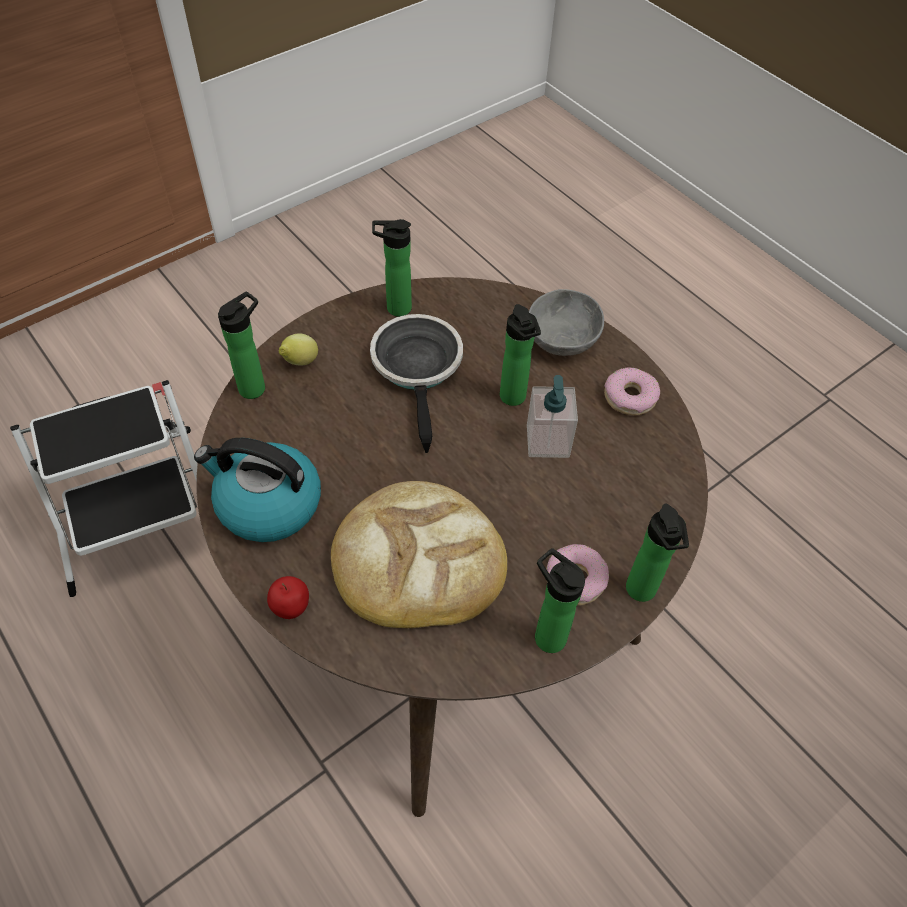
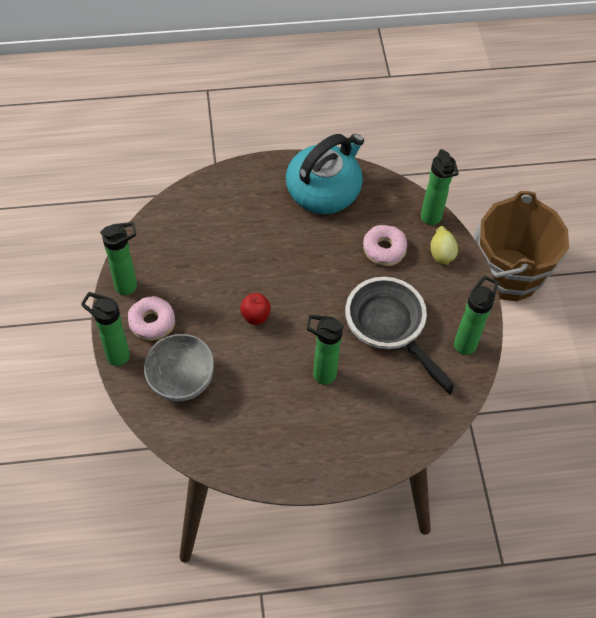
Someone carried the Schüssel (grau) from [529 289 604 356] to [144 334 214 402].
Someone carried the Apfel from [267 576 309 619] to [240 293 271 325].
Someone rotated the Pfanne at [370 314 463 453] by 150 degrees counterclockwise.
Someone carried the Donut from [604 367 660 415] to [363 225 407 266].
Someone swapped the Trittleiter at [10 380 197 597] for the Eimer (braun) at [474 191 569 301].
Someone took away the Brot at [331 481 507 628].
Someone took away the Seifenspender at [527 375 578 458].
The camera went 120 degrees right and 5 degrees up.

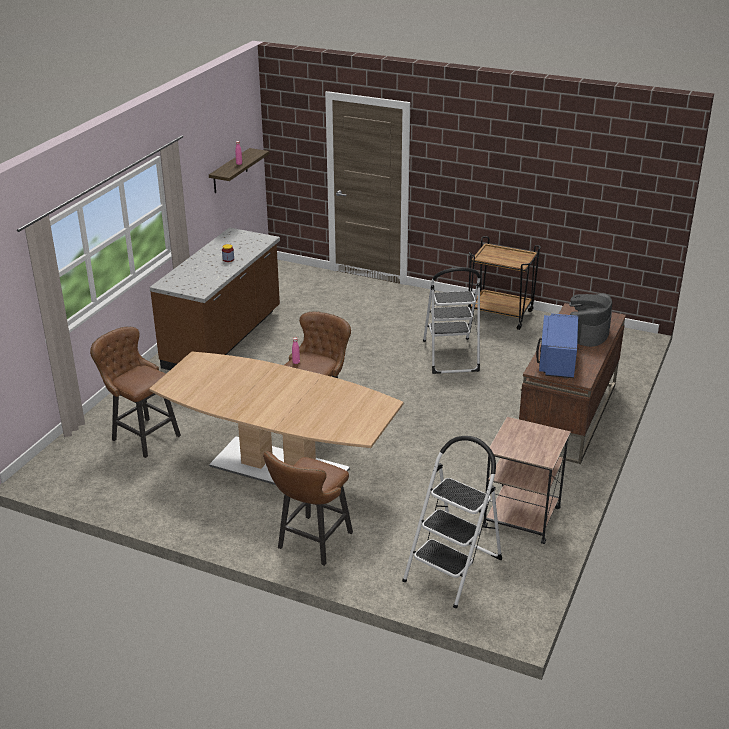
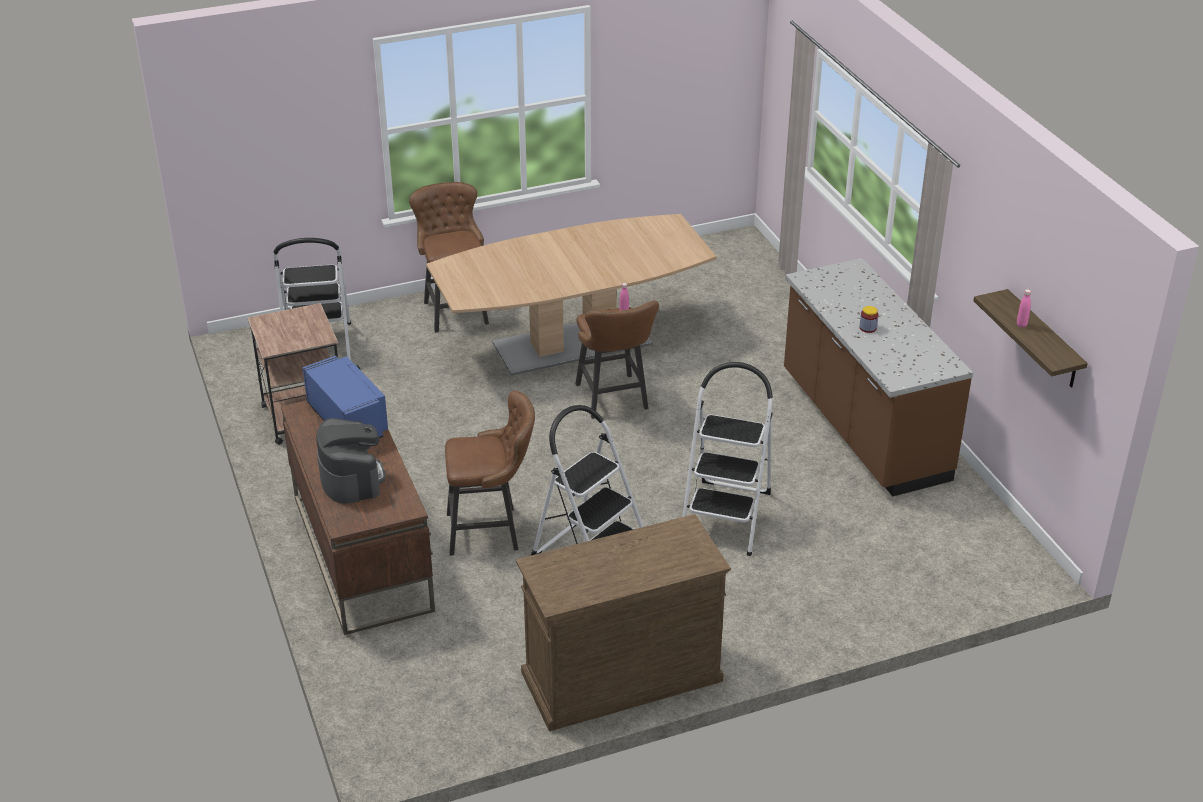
Someone carried the Hocker (braun) from [90 327 181 458] to [445 390 535 556].
Someone swapped the Rollwagen (braun) at [468 236 541 330] for the Kommode (braun) at [516 514 731 731].
Someone put down the Trittleiter at [682 362 773 556].
The camera went 135 degrees right and 5 degrees up.

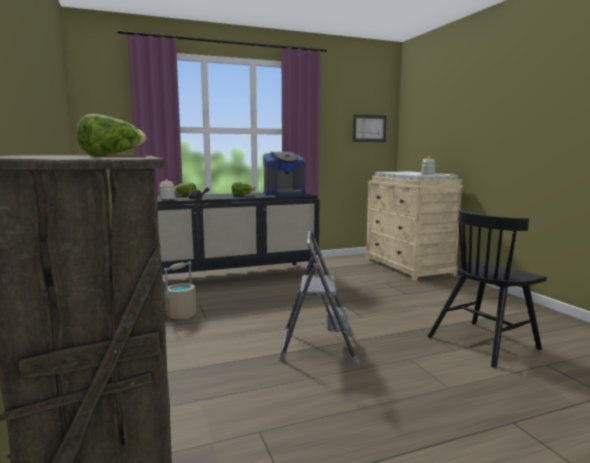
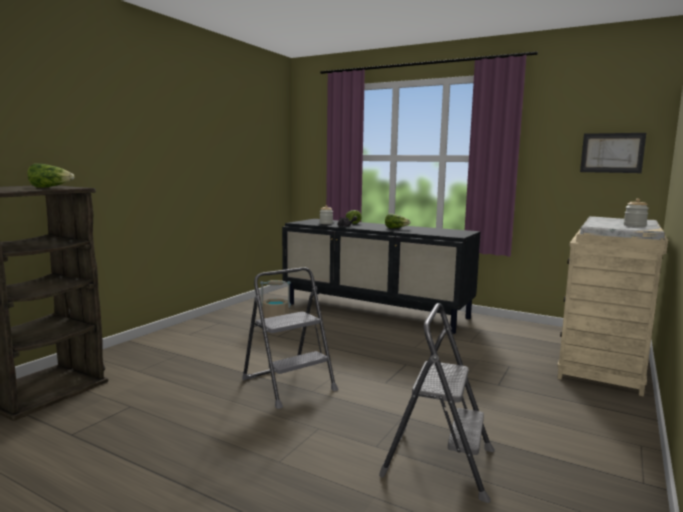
Someone swapped the Stuhl (schwarz) at [427 209 547 368] for the Trittleiter (grau) at [379 303 495 503].
Someone took away the Kaffeemaschine at [263 152 306 196].
The camera went 50 degrees right and 0 degrees up.

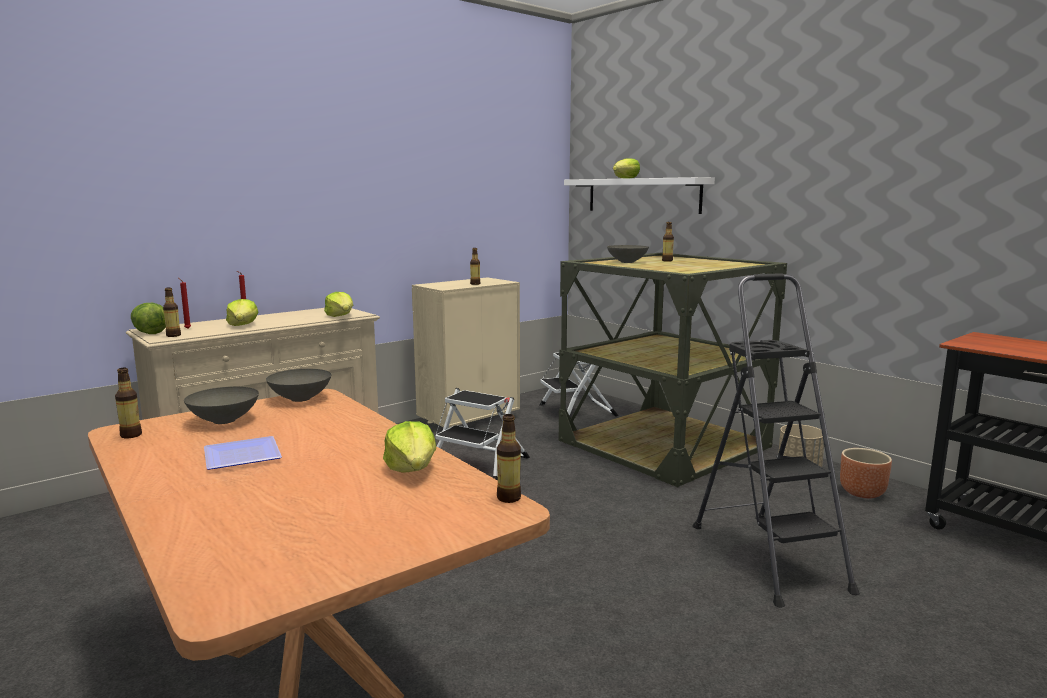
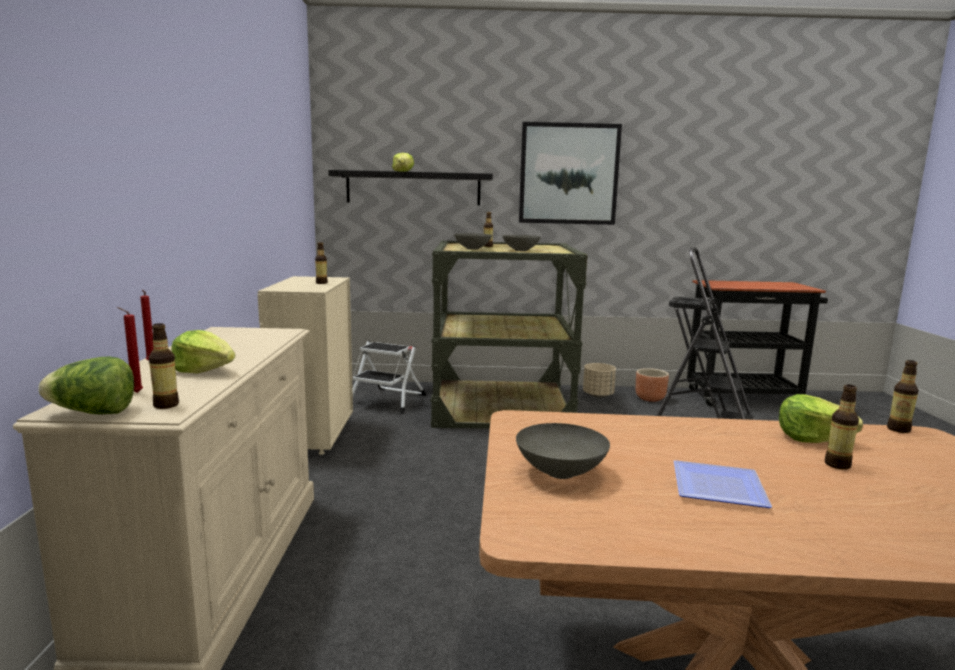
Someone repainted the Wandregal (weiß) at [564 177 715 214], which became the Wandregal (schwarz) at [328 170 493 206].
Someone carried the Schüssel (grau) from [266 369 331 402] to [503 235 541 251].
Someone put up the Bild at [519 122 622 225].
Someone carried the Flasche from [115 368 142 438] to [825 385 859 470].
Someone took away the Salatkopf at [324 292 353 317].
Someone took away the Trittleiter at [436 388 530 480].
The camera went 50 degrees left and 0 degrees up.

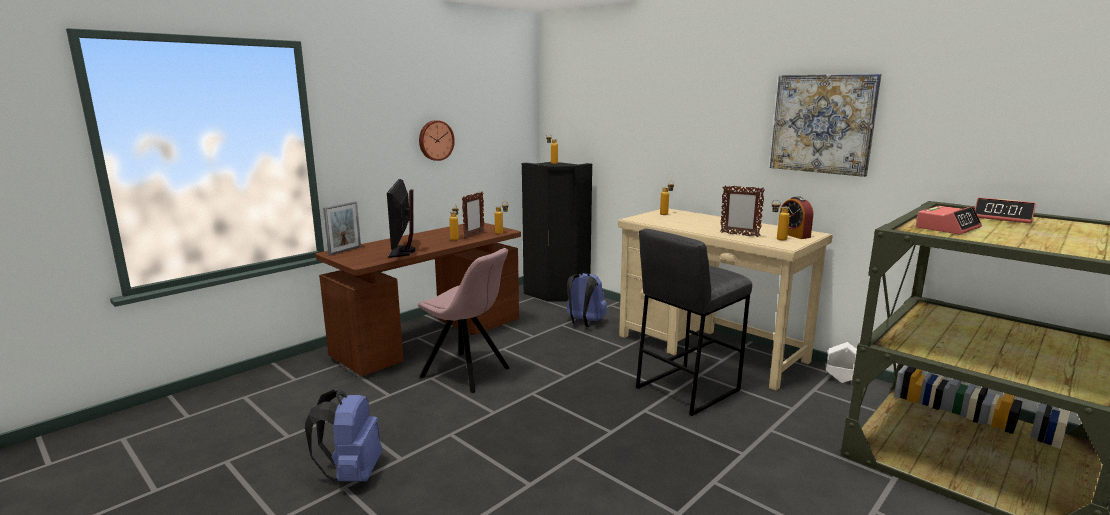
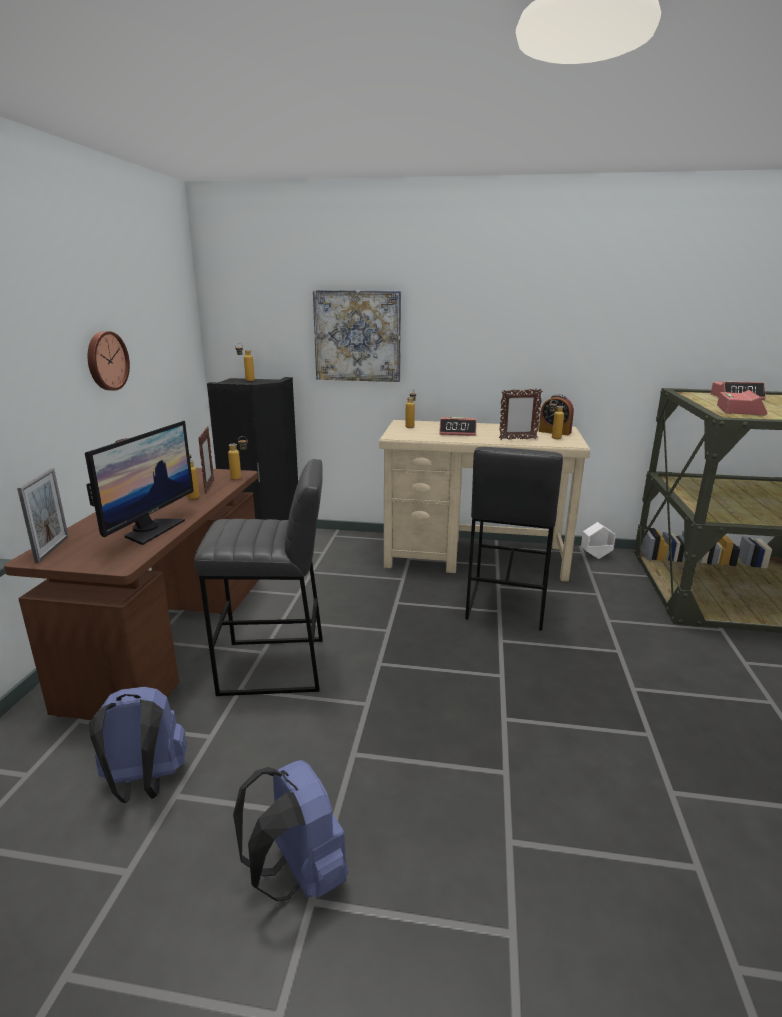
Someone rotated the Monitor at [387 179 415 258] by 120 degrees counterclockwise.
Someone carried the Rucksack (blau) from [567 271 607 327] to [89 687 187 803].
Someone swapped the Stuhl (rosa) at [418 248 510 393] for the Hocker (grau) at [195 459 323 696].
Someone carried the Bild from [770 73 882 177] to [313 290 401 382].
Someone put down the Wecker at [439 417 477 436].
The camera went 35 degrees left and 5 degrees up.

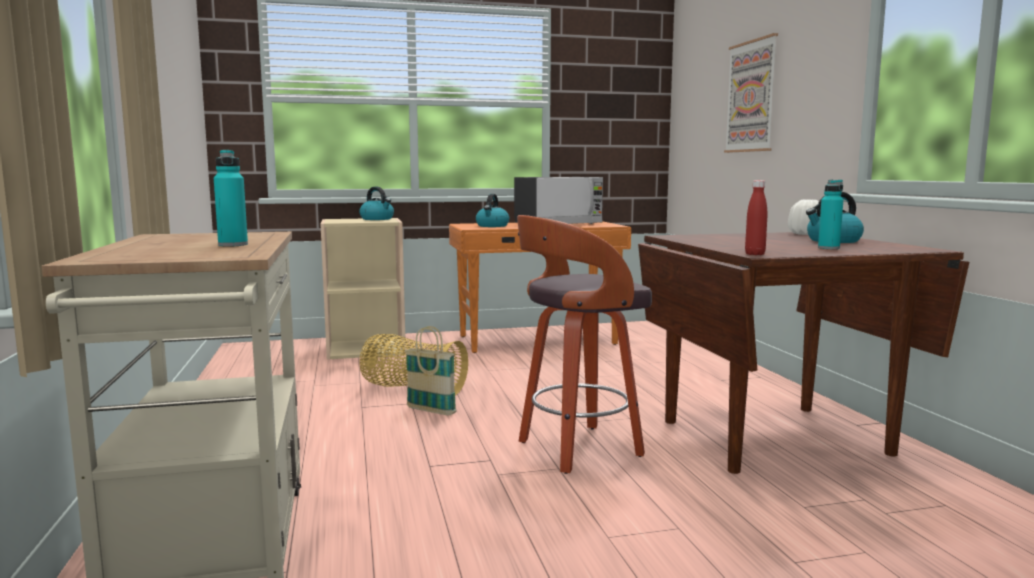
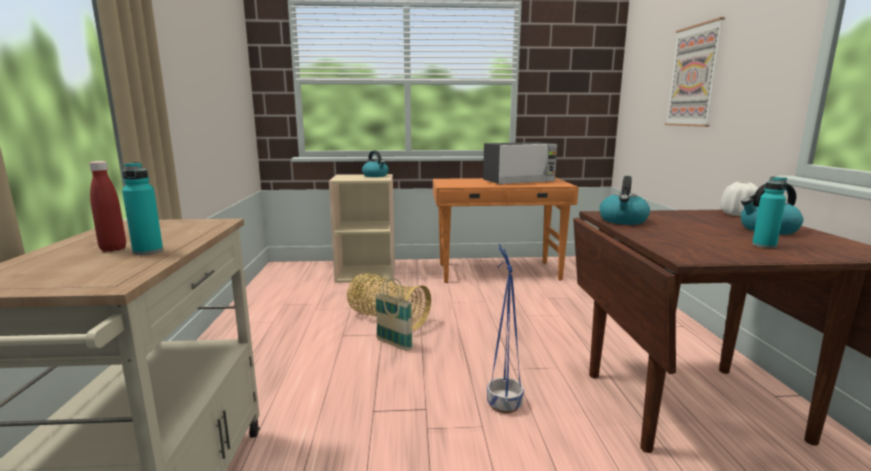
Someone carried the Flasche (rot) from [745 180 767 255] to [89 161 126 252].
Someone swapped the Hocker at [517 215 652 474] for the Pflanzkübel (blau) at [487 244 524 413].
Someone carried the Wasserkessel from [476 194 509 227] to [599 176 650 225].
The camera went 10 degrees right and 5 degrees up.

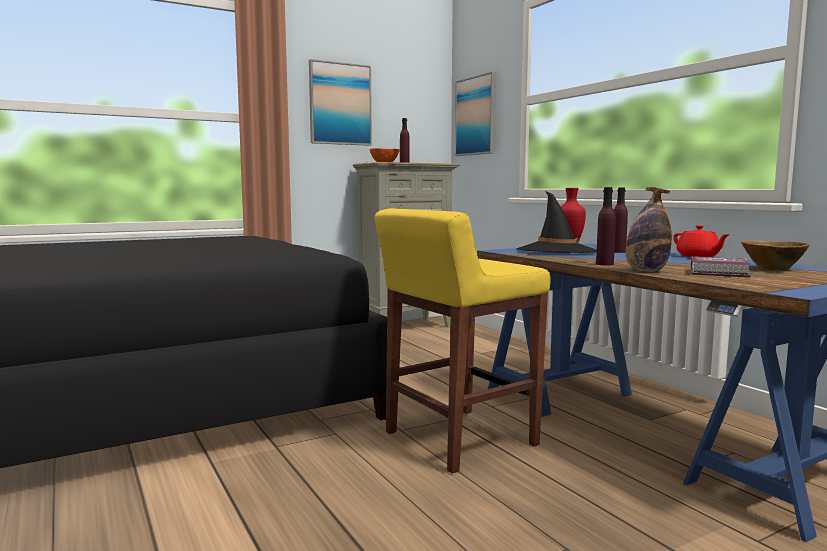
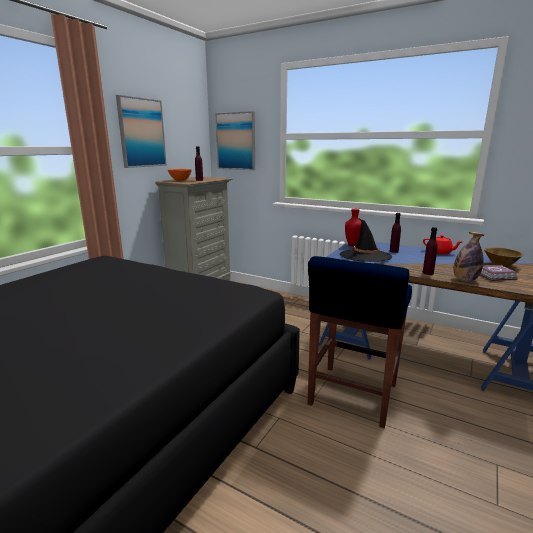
Someone repainted the Hocker (gelb) at [374 208 550 473], which became the Hocker (blau) at [308 256 412 428].
The camera went 30 degrees left and 10 degrees up.

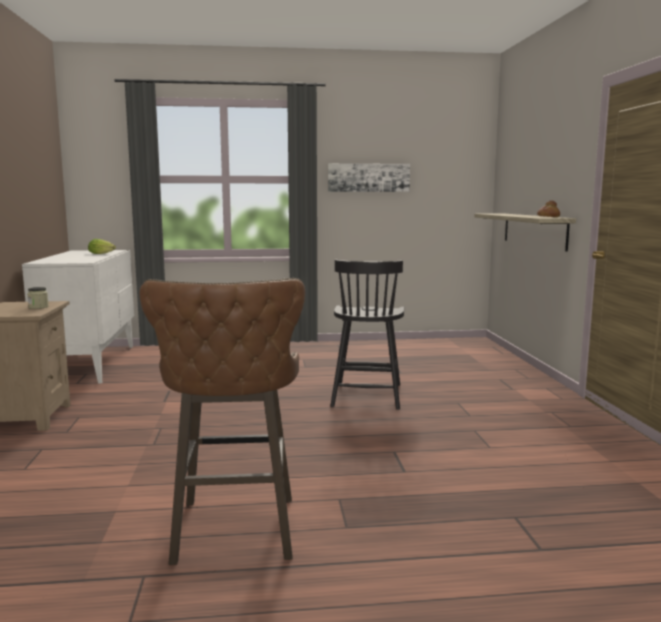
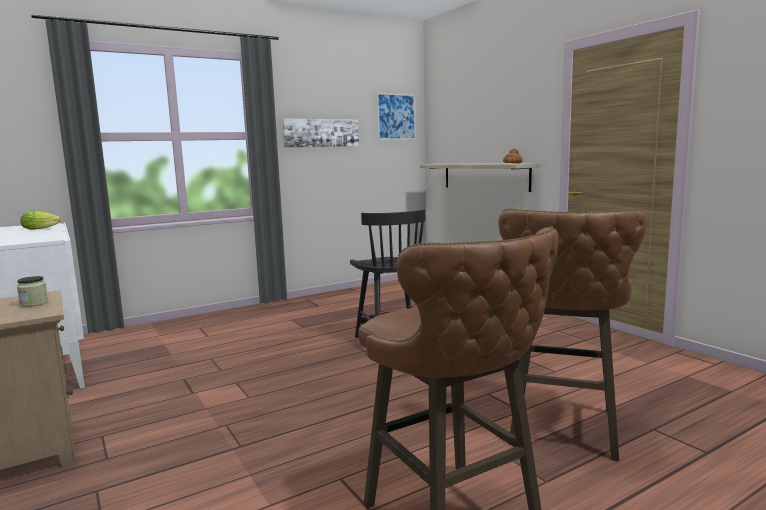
Someone put up the Bild at [377 93 416 140].
Someone put down the Hocker (braun) at [499 209 647 461].
The camera went 25 degrees left and 0 degrees up.

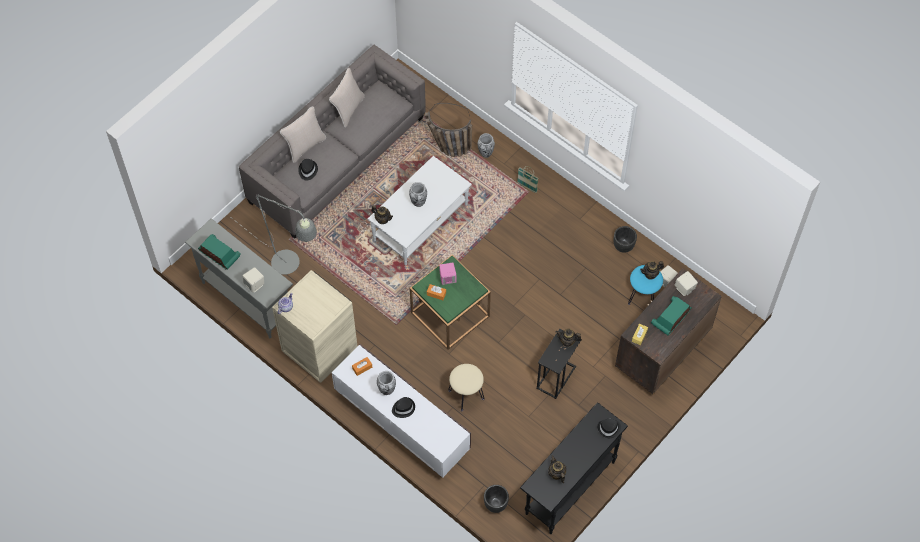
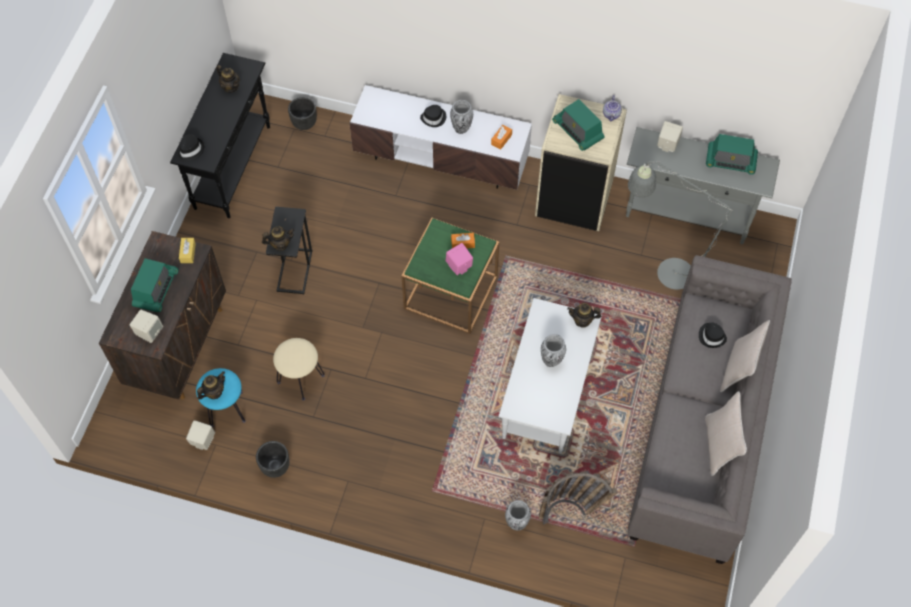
Someone carried the Hocker (beige) from [448 364 484 411] to [273 338 325 401].
Someone put down the Radio at [552 99 605 151].
Someone took away the Korb at [517 166 539 193].
The camera went 155 degrees right and 0 degrees up.

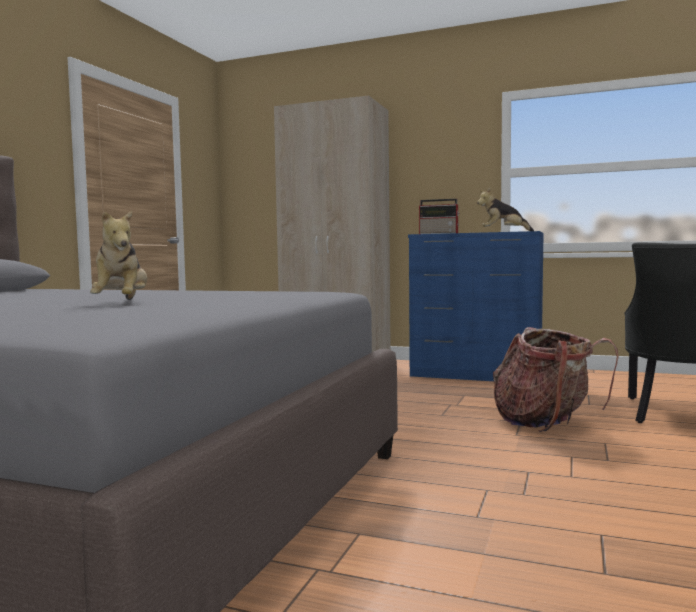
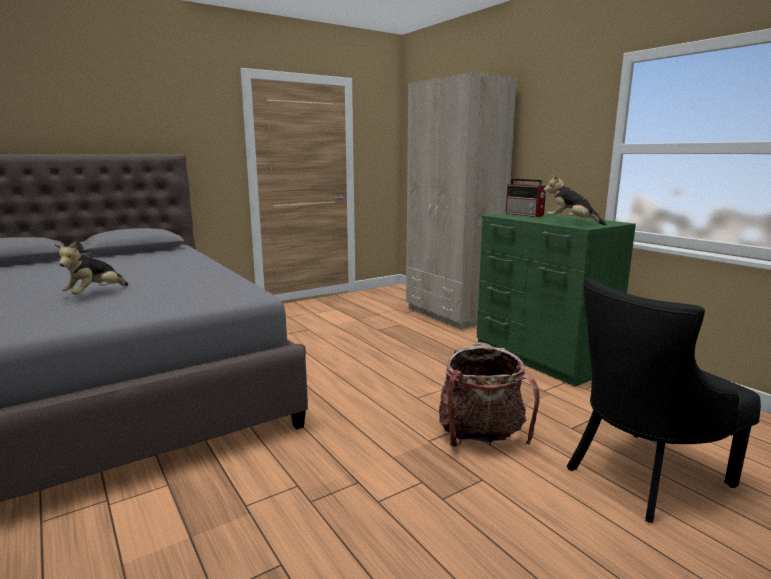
Someone repainted the Kommode (blau) at [408 231 544 381], which became the Kommode (grün) at [477 213 636 387].
The camera went 35 degrees right and 10 degrees up.

